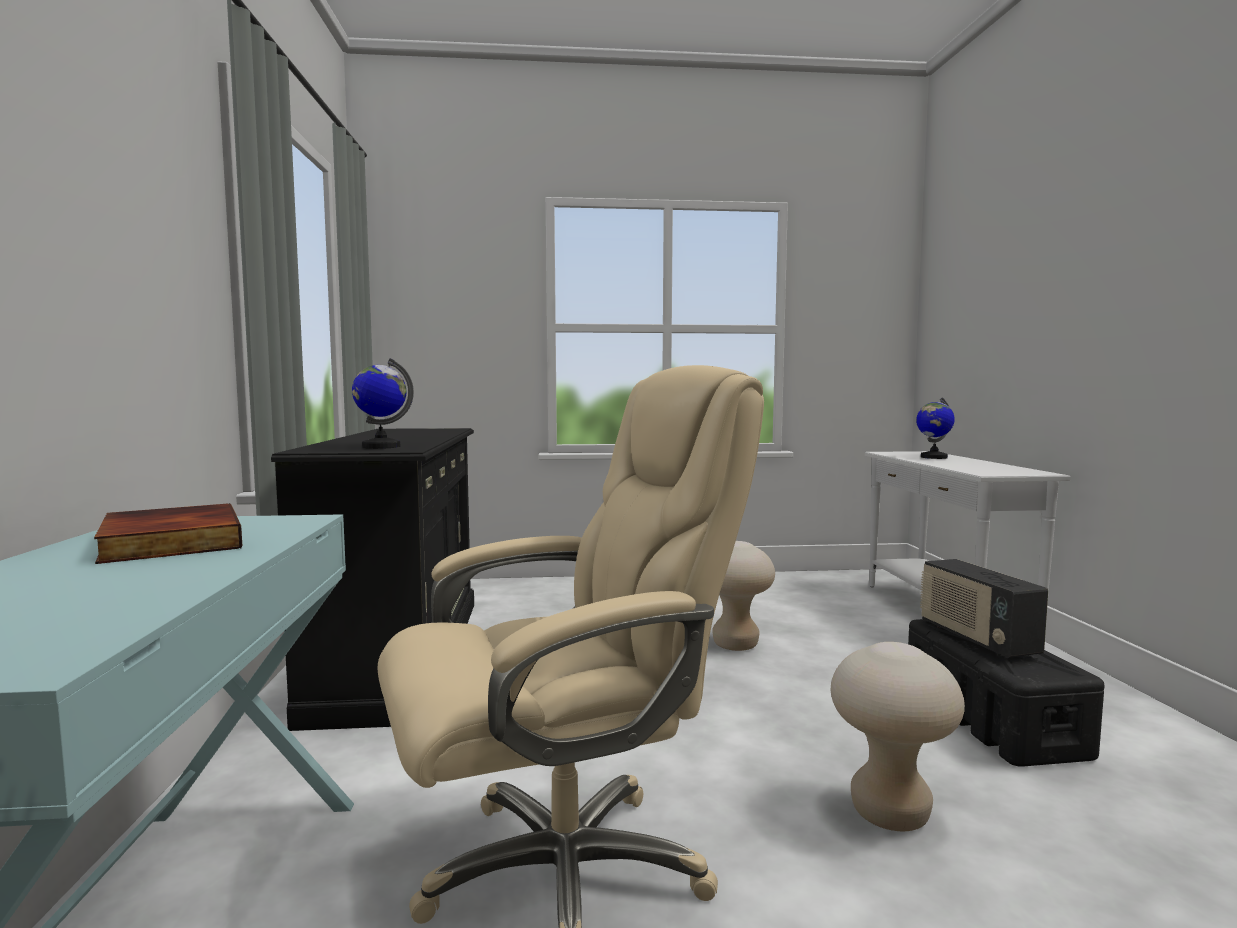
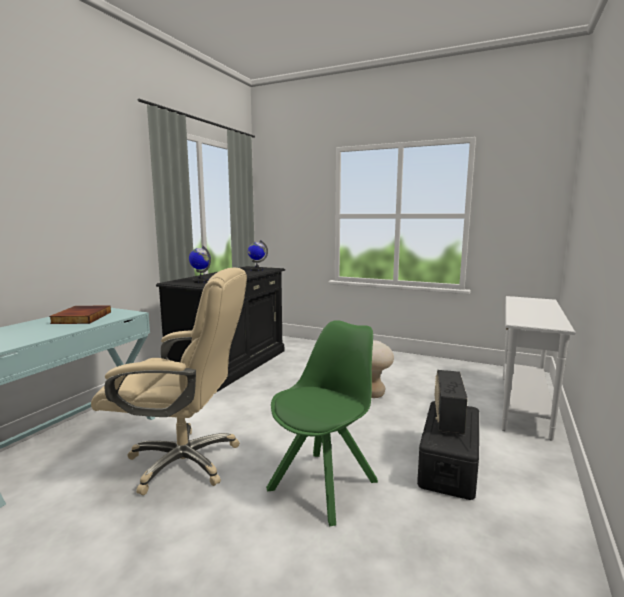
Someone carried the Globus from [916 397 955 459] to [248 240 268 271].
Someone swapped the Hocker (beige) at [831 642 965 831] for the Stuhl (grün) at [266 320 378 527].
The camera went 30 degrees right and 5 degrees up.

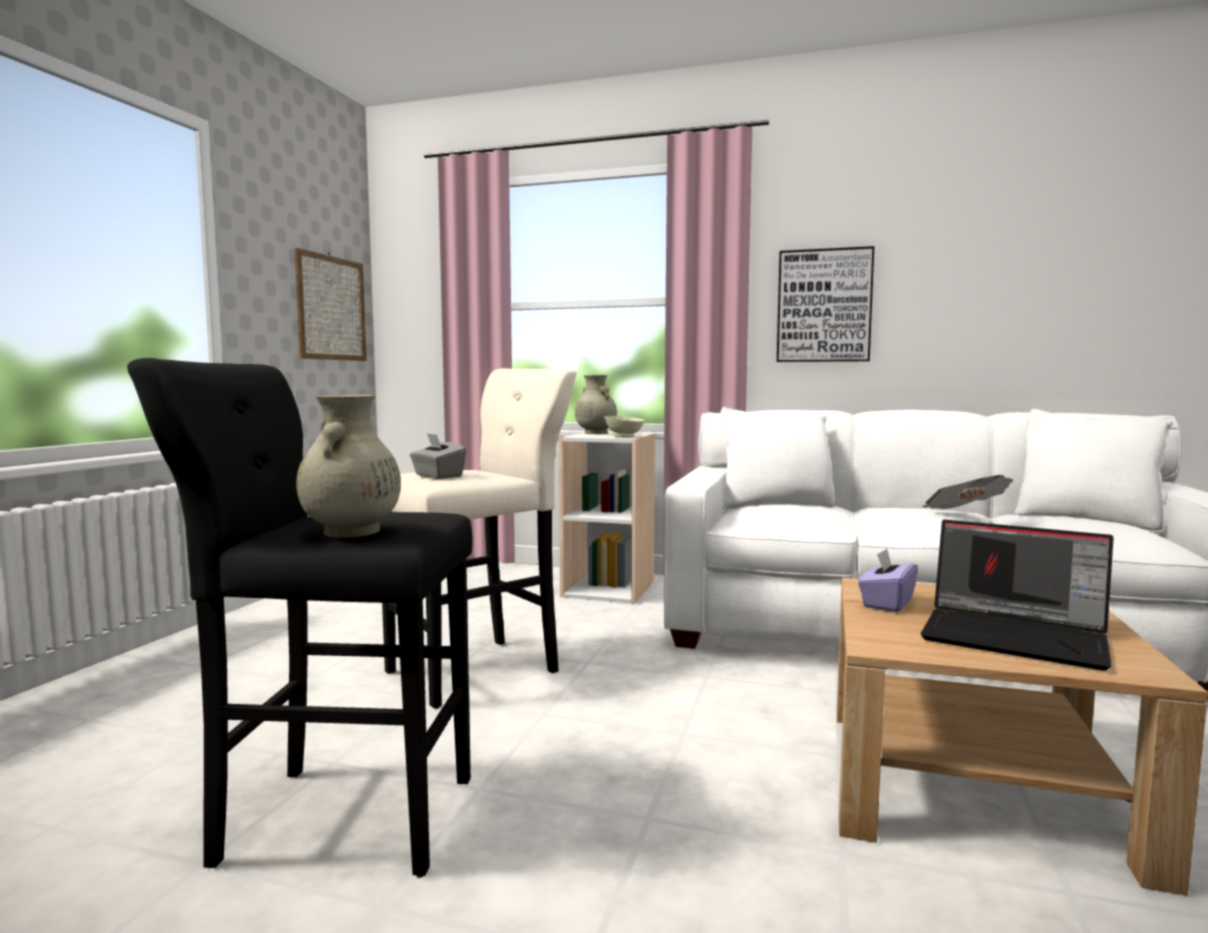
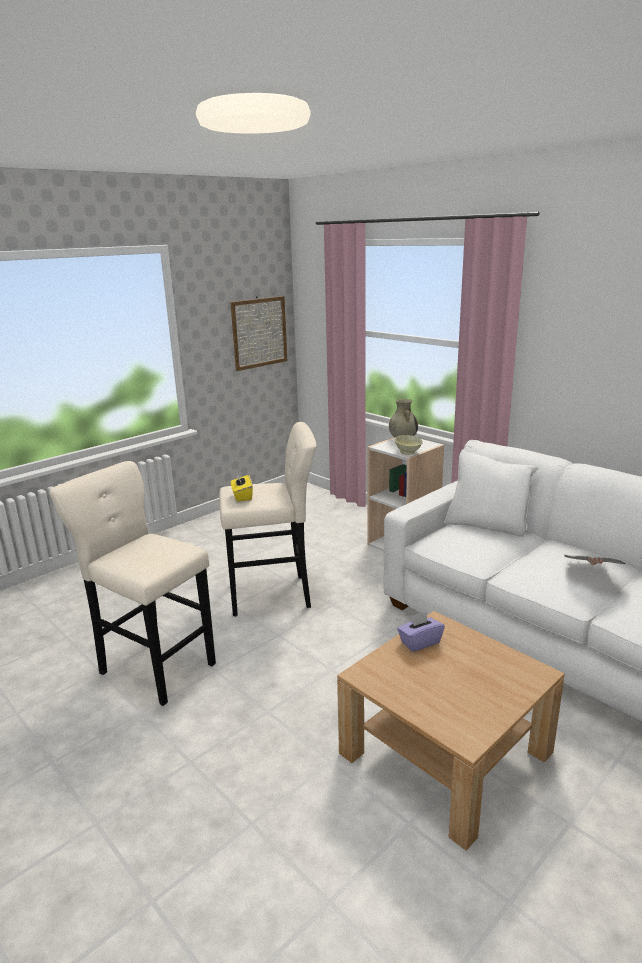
Someone repainted the Hocker (schwarz) at [127 358 472 878], which became the Hocker (beige) at [49 461 216 706].
Someone repainted the Taschentuchbox (grau) at [410 433 466 479], which became the Taschentuchbox (gelb) at [231 473 253 502].
Someone took away the Vase (beige) at [296 395 401 538].
Someone took away the Bild at [777 246 874 362].
Someone took away the Laptop at [921 520 1113 671].
The camera went 30 degrees right and 15 degrees up.

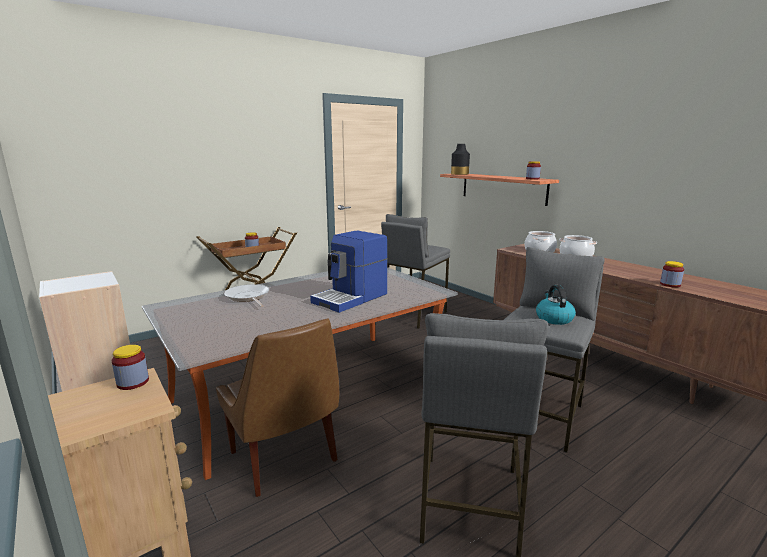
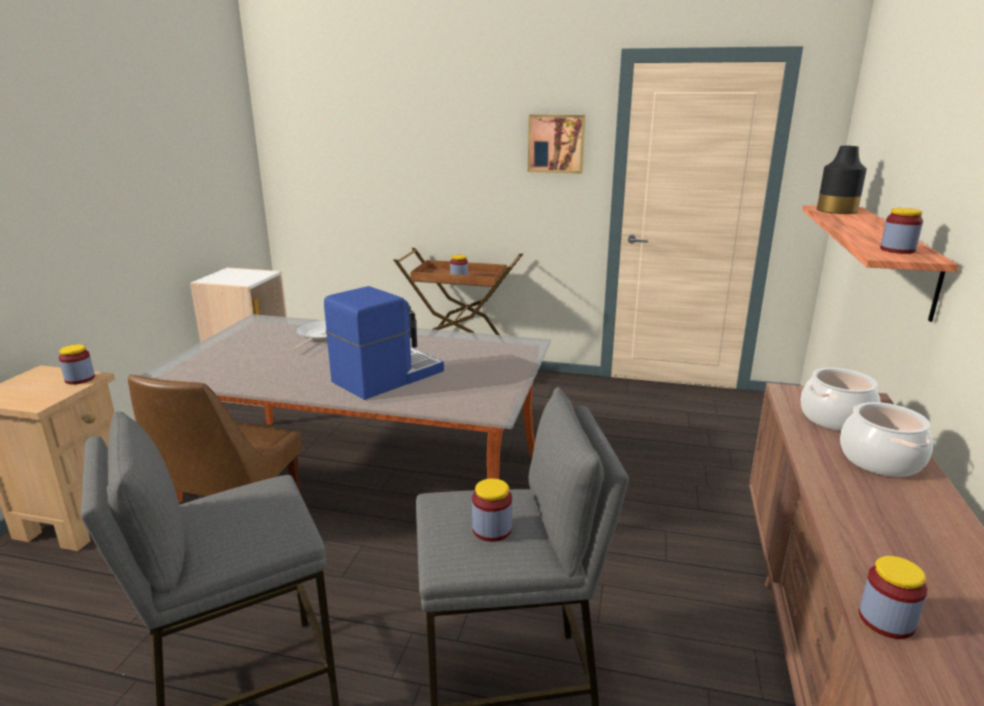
Someone rotated the Kaffeemaschine at [310 231 388 313] by 135 degrees clockwise.
Someone swapped the Wasserkessel at [536 285 576 325] for the Vorratsglas at [472 478 512 542].
Someone put up the Bild at [528 114 585 174].
Someone took away the Hocker (grau) at [381 214 450 329].
The camera went 50 degrees right and 5 degrees up.

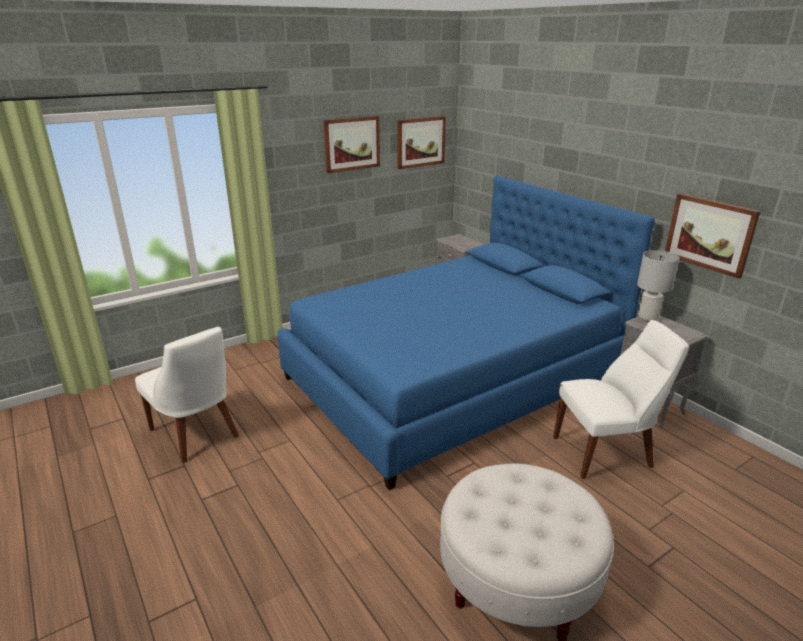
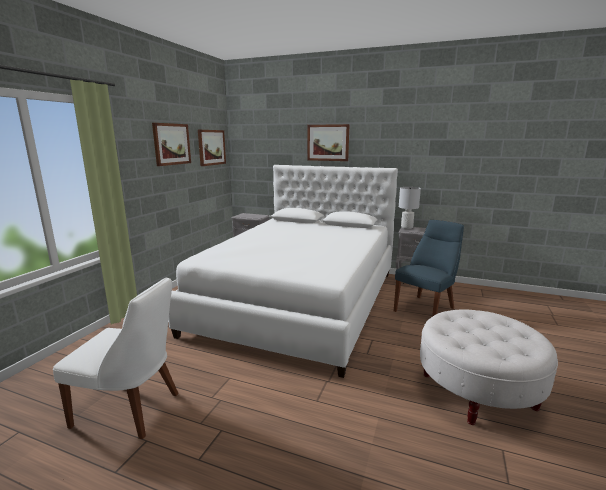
Someone repainted the Bett (blau) at [278 176 655 490], which became the Bett (weiß) at [168 165 398 378].
Someone carried the Bild from [665 193 760 279] to [307 124 350 161].
Someone repainted the Stuhl (weiß) at [553 320 689 479], which became the Stuhl (blau) at [394 220 464 317].
The camera went 35 degrees left and 10 degrees down.

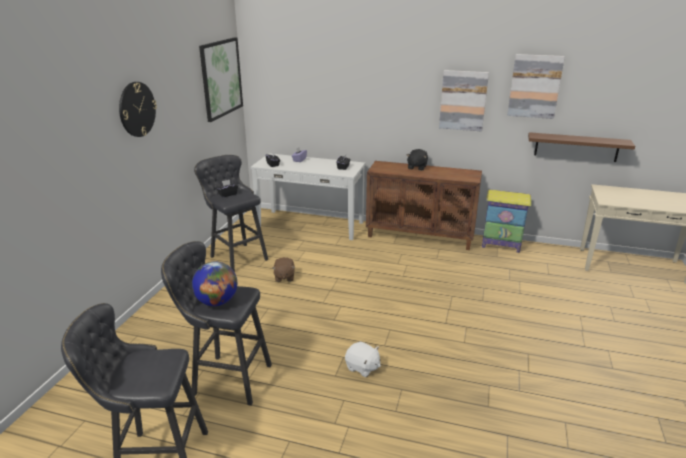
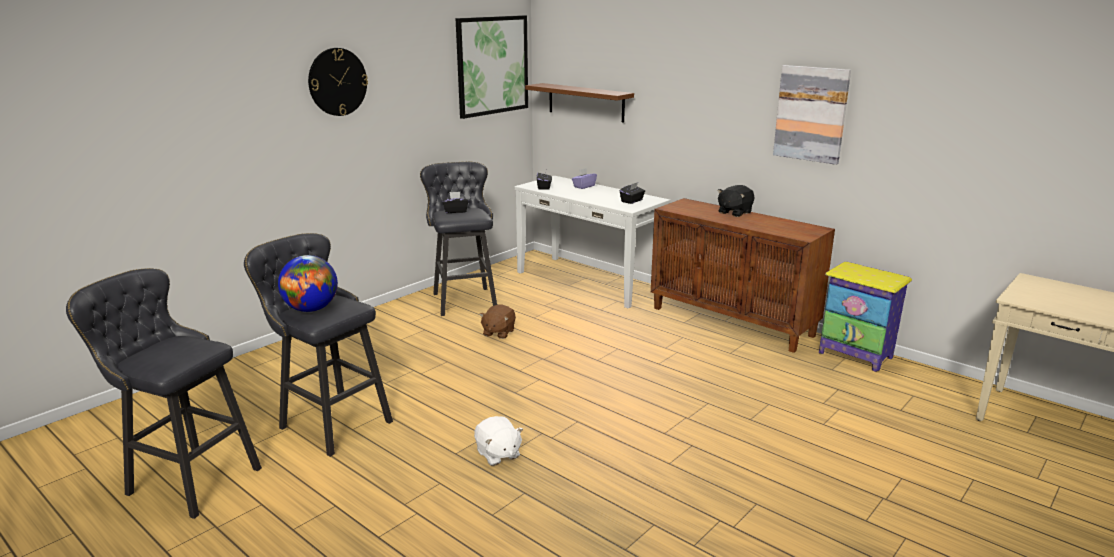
Someone carried the Wandregal (braun) from [528 132 635 162] to [525 83 634 123].
Someone took away the Bild at [507 54 565 119].
The camera went 25 degrees right and 5 degrees down.

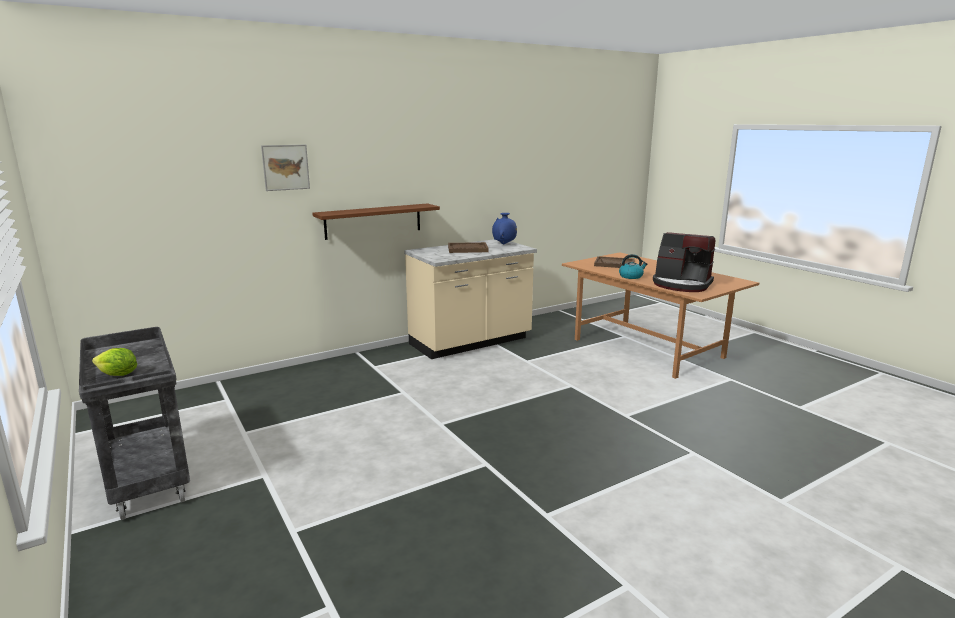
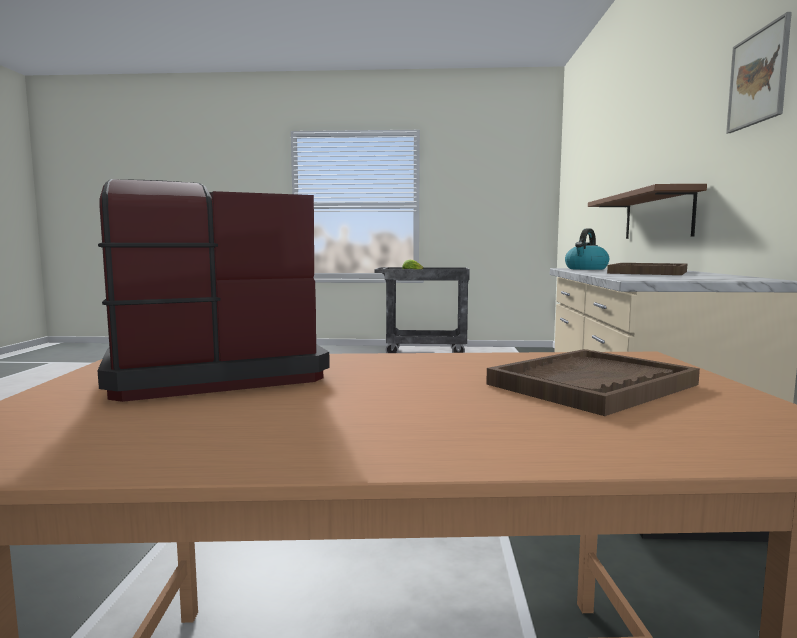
Someone carried the Wasserkessel from [619 254 647 279] to [565 228 609 270].
Someone carried the Bild from [261 145 310 191] to [726 12 792 133].
Someone took away the Vase (blau) at [492 213 517 244].
The camera went 125 degrees right and 10 degrees down.

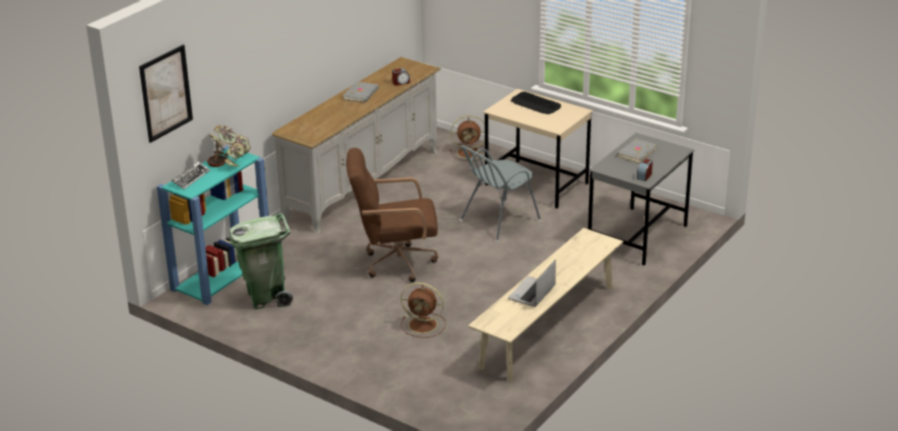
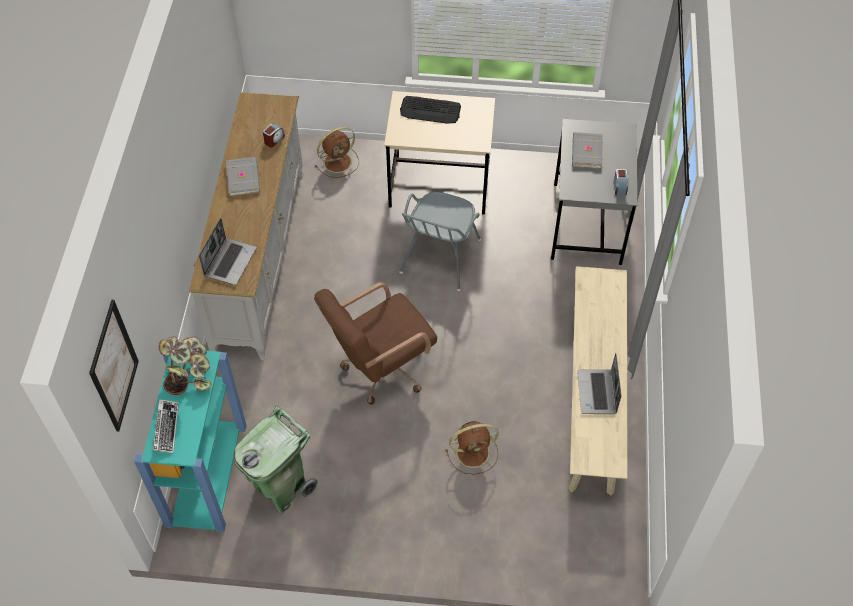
Someone put down the Laptop at [199 218 256 285].
The camera went 30 degrees left and 25 degrees up.

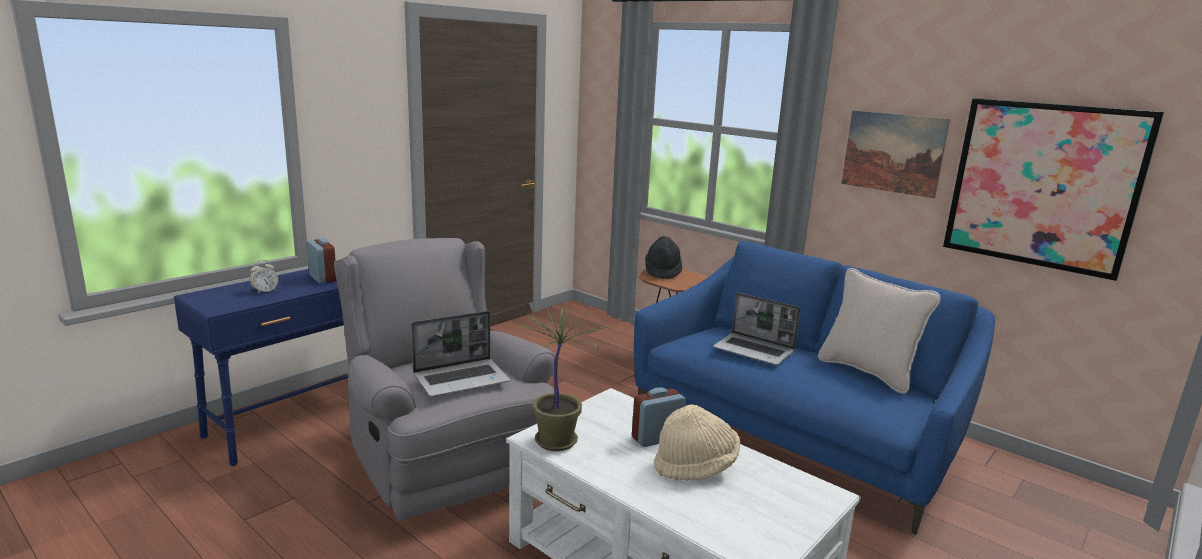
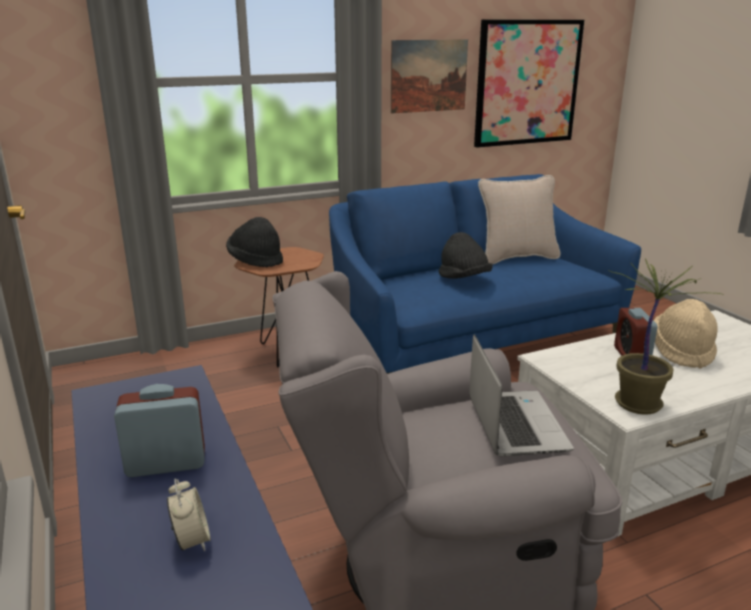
Someone swapped the Laptop at [713 292 801 365] for the Hut (schwarz) at [438 232 493 279].
The camera went 65 degrees left and 5 degrees up.

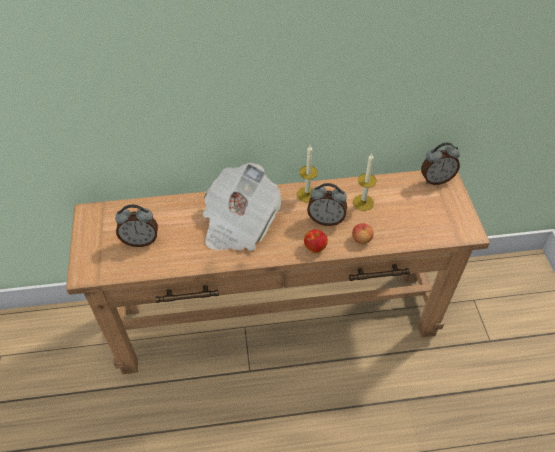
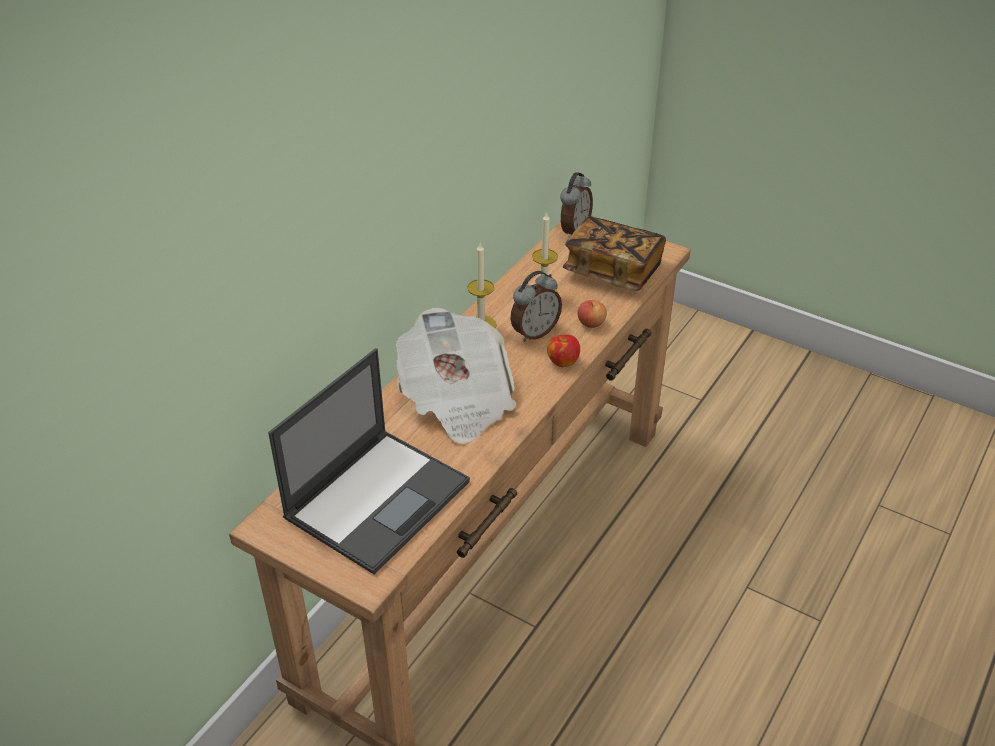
Someone swapped the Wecker at [115 205 158 247] for the Laptop at [268 348 470 574].
Someone put down the Buch at [563 216 666 291].
The camera went 50 degrees left and 10 degrees down.

